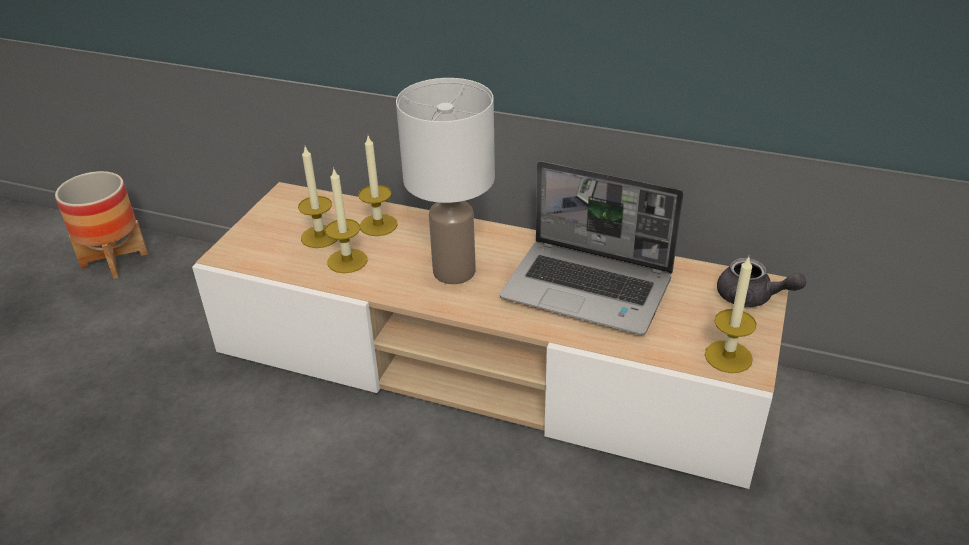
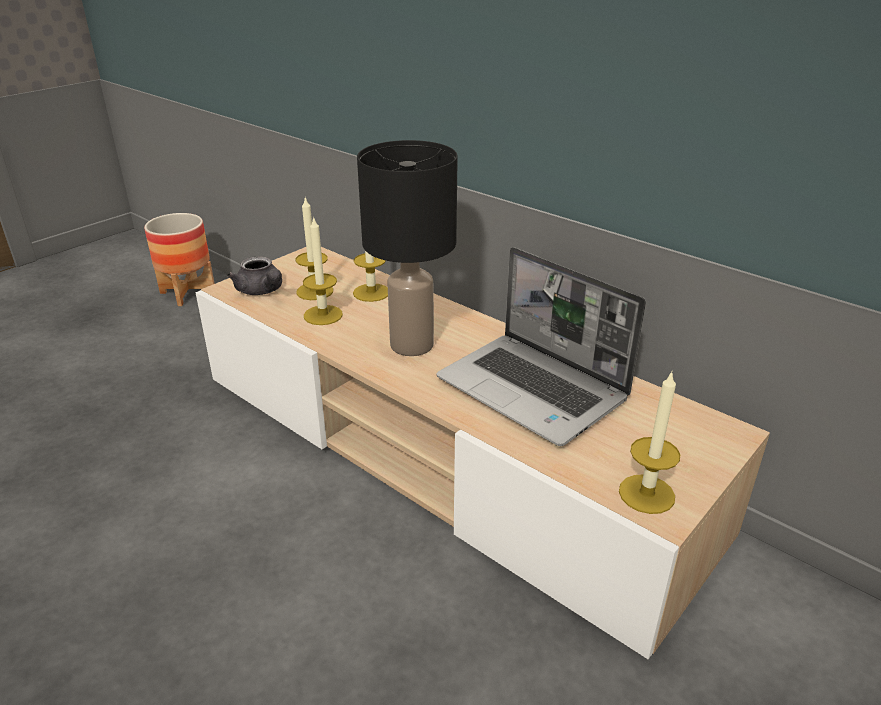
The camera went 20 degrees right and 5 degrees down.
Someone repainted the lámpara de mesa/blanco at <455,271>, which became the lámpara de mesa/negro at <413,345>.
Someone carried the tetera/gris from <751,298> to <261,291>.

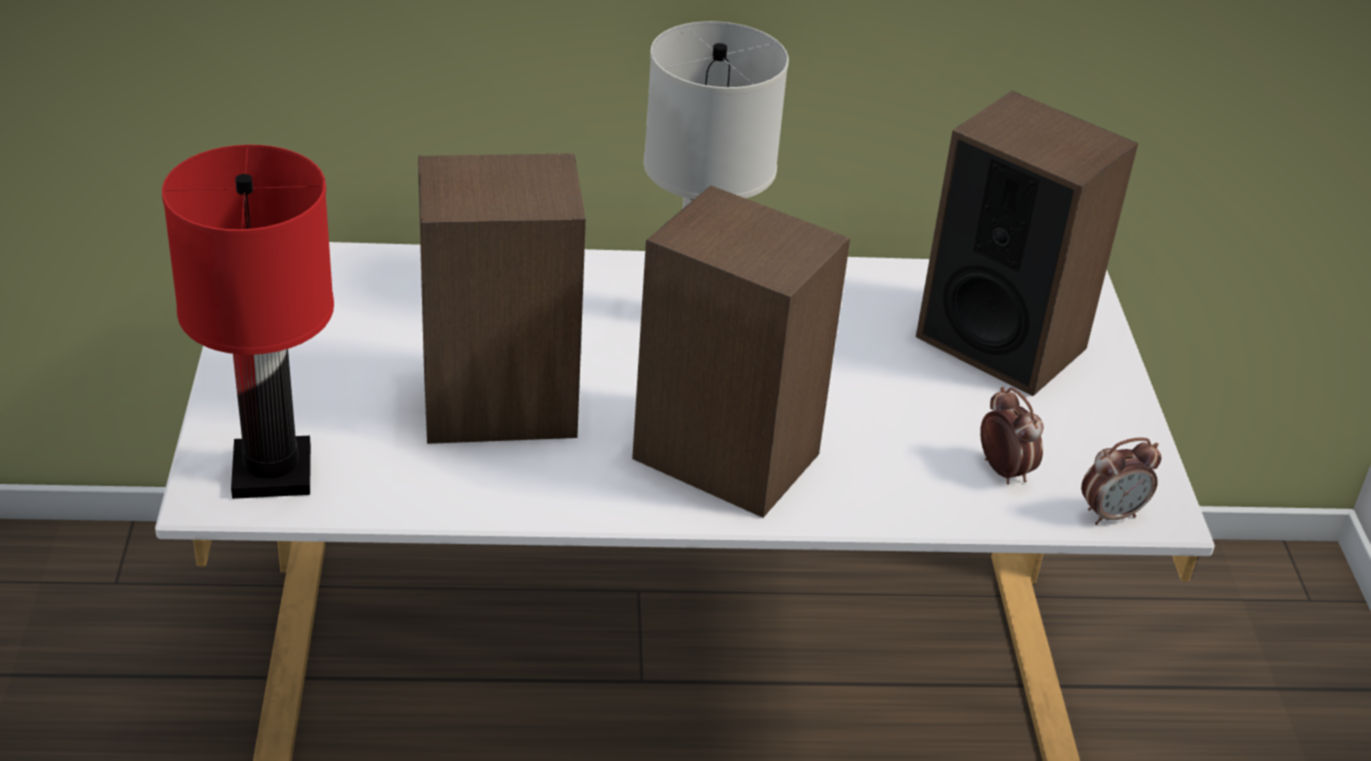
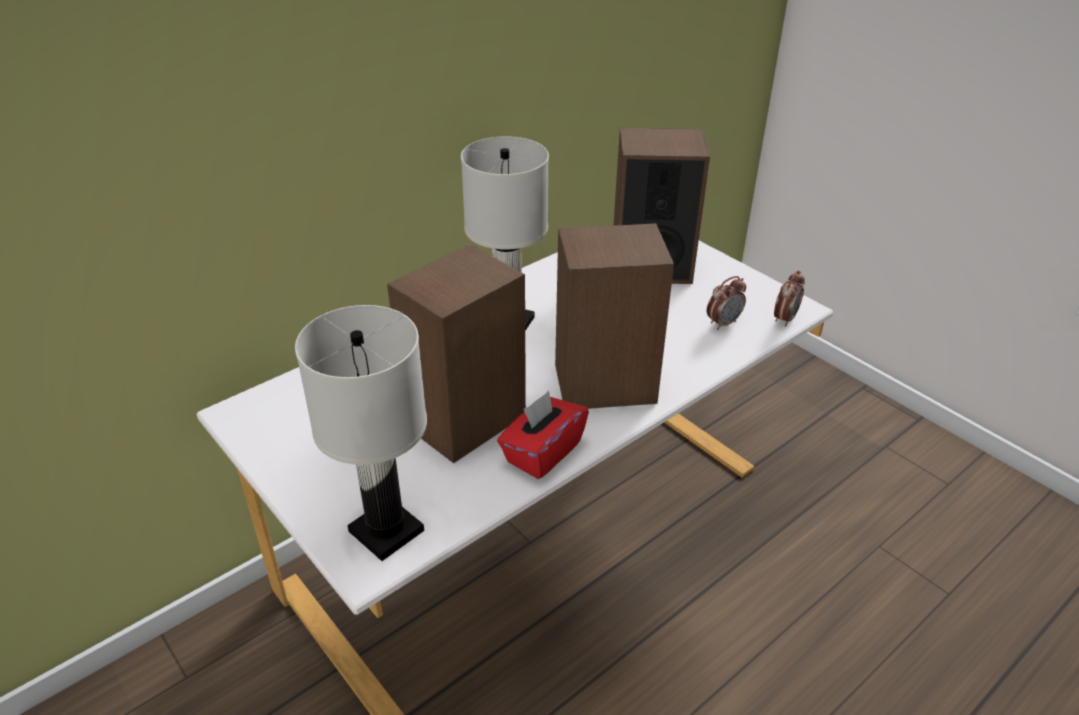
The camera went 35 degrees left and 0 degrees up.
Someone repainted the lámpara de mesa/rojo at <273,472>, which became the lámpara de mesa/blanco at <387,531>.
Someone rotated the despertador at <1004,470> by 120 degrees clockwise.
Someone put down the caja de pañuelos/rojo at <542,452>.

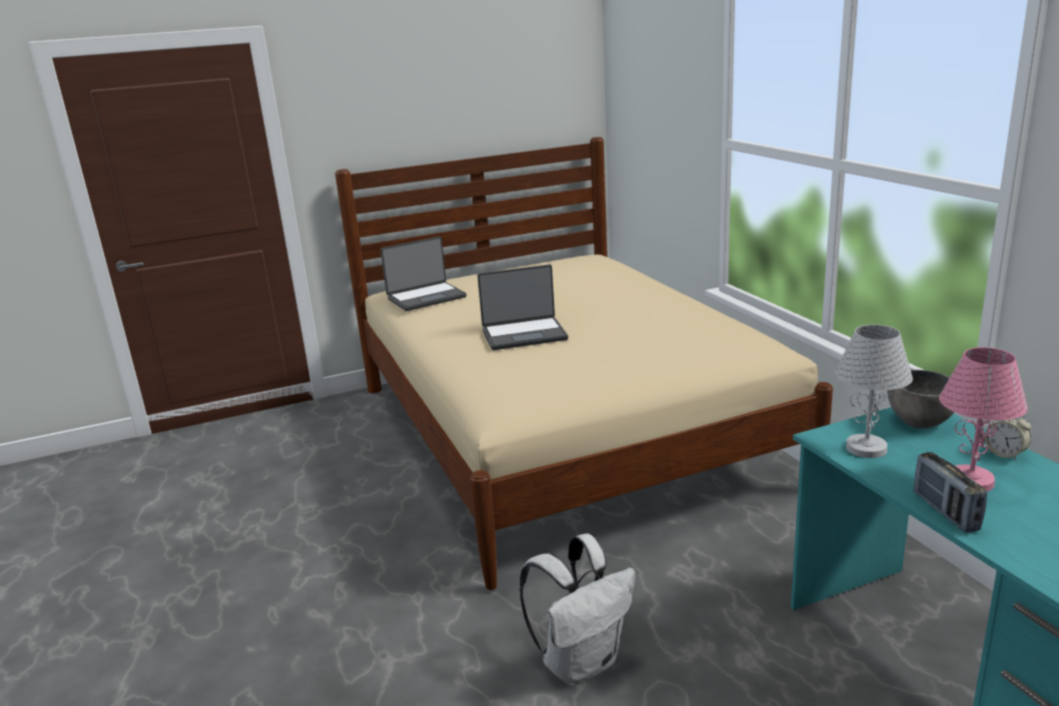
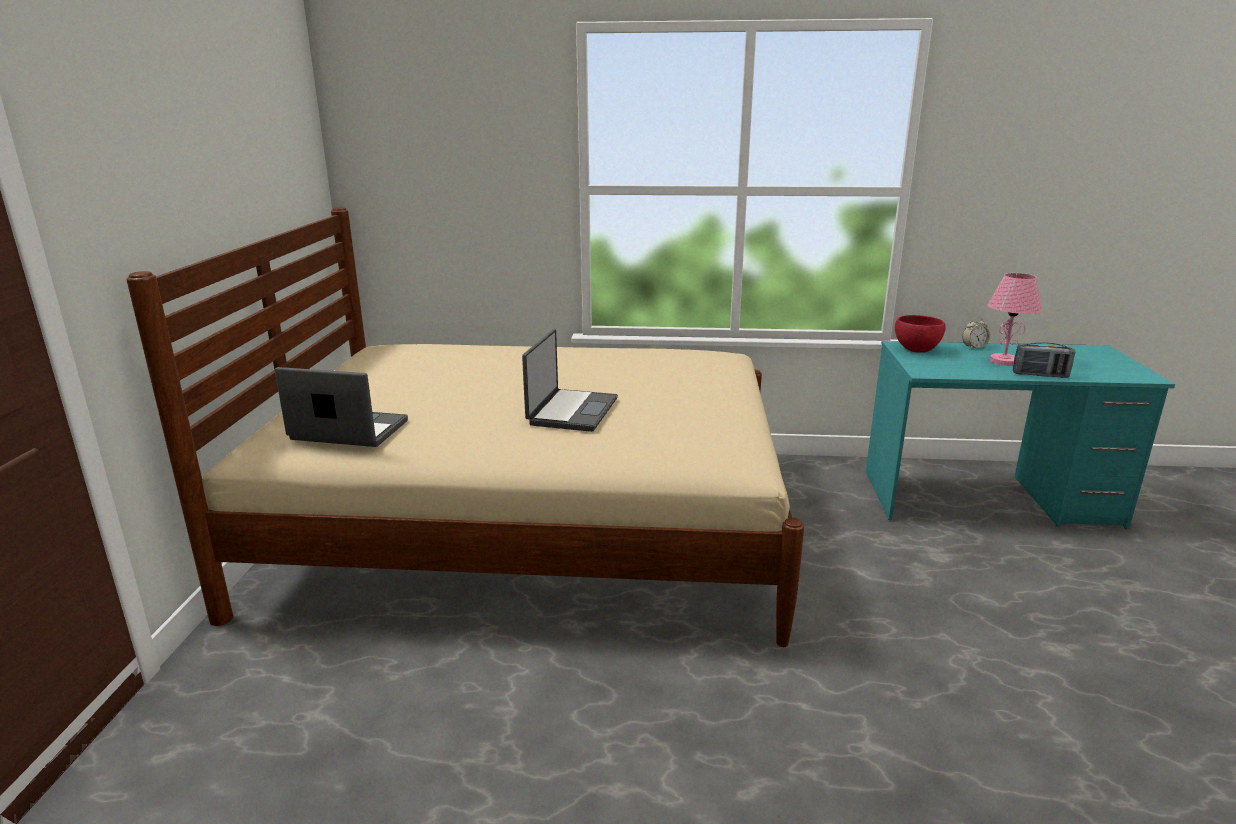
The camera went 65 degrees left and 0 degrees up.
Someone rotated the portátil at <426,297> by 75 degrees counterclockwise.
Someone took away the lámpara de mesa/blanco at <865,448>.
Someone repainted the cuenco/gris at <919,422>, which became the cuenco/rojo at <917,349>.
Someone took away the mochila/blanco at <581,662>.

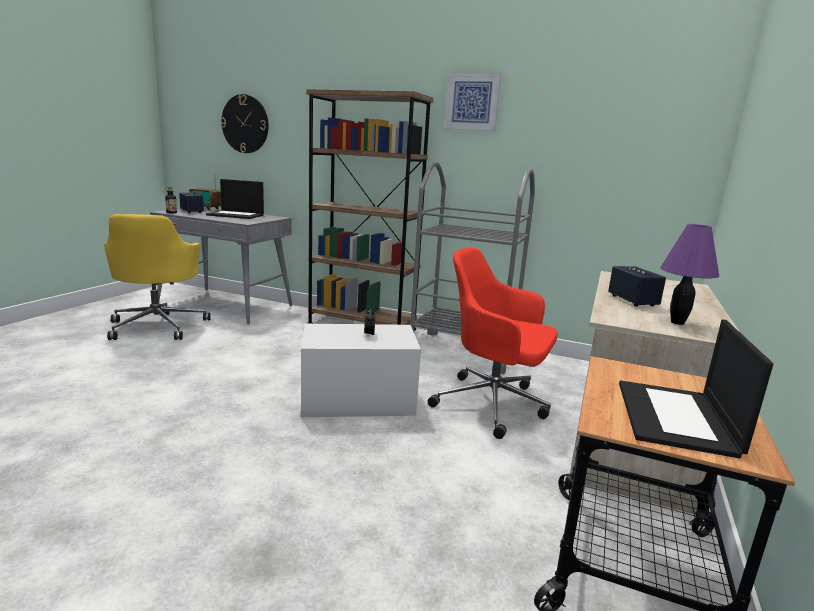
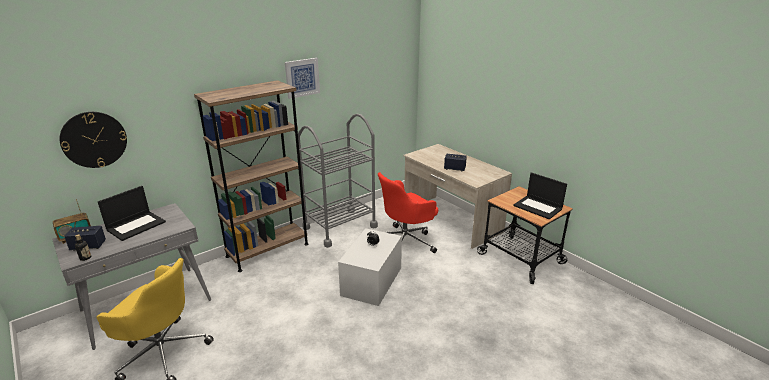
The camera went 60 degrees left and 10 degrees up.
Someone took away the lámpara de mesa/morado at <676,322>.

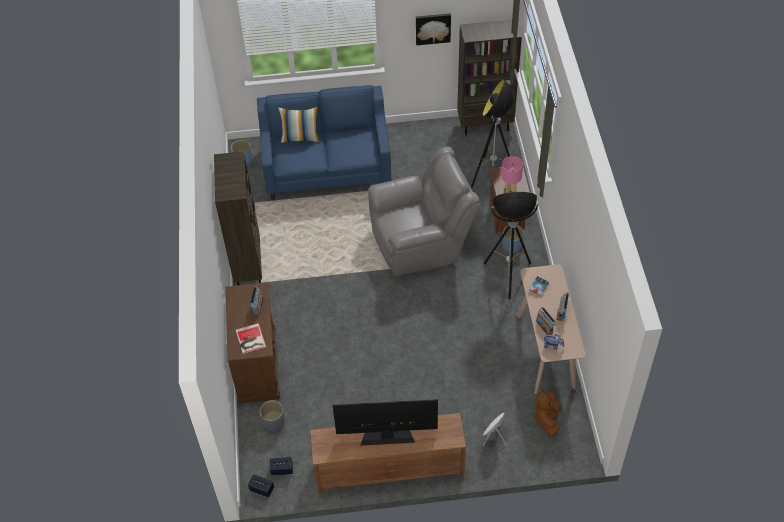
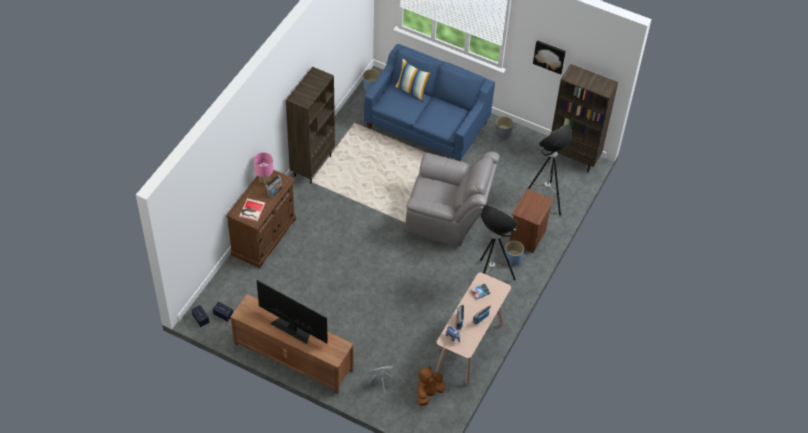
The camera went 30 degrees right and 0 degrees up.
Someone carried the lámpara de mesa/rosa from <510,189> to <265,181>.
Someone carried the maceta/gris from <274,422> to <503,134>.

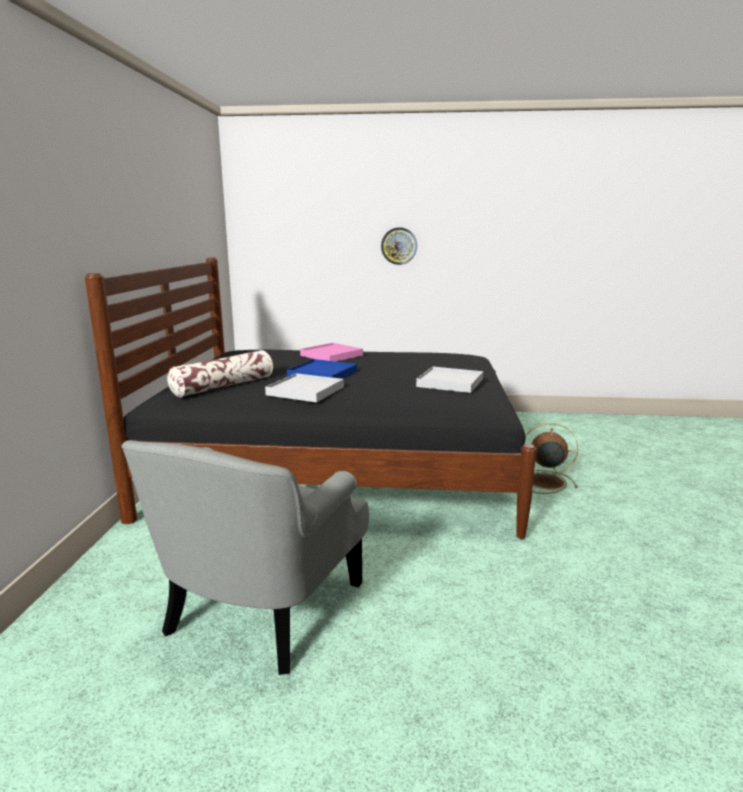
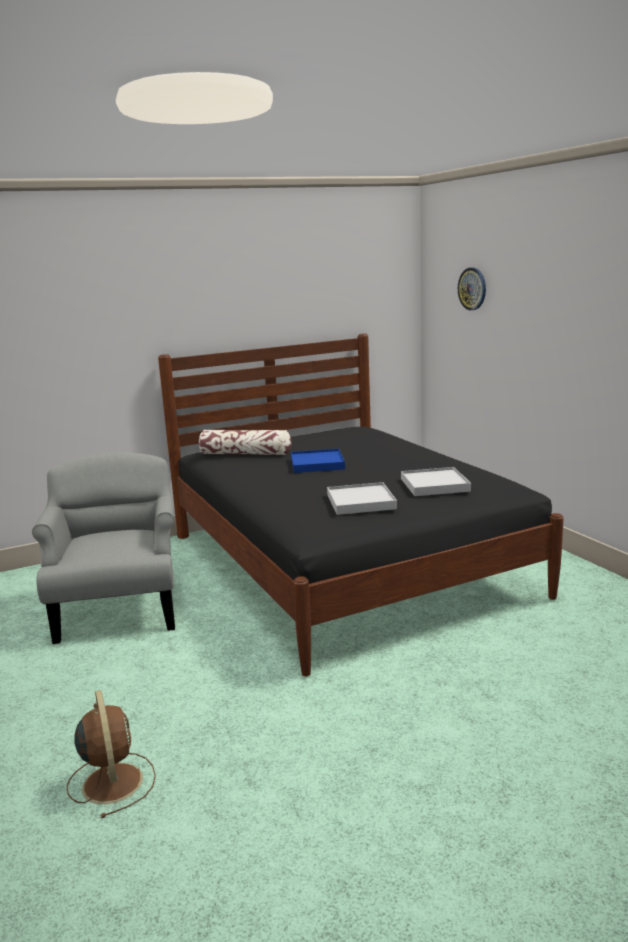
The camera went 60 degrees right and 0 degrees up.
Someone carried the reloj de pared from <399,246> to <472,288>.
Someone took away the bandeja/rosa at <331,355>.
Someone carried the bandeja/blanco from <305,391> to <435,485>.
Someone carried the ventilador/marrón from <544,481> to <112,781>.
Someone rotated the sillón/gris at <261,608> by 90 degrees clockwise.

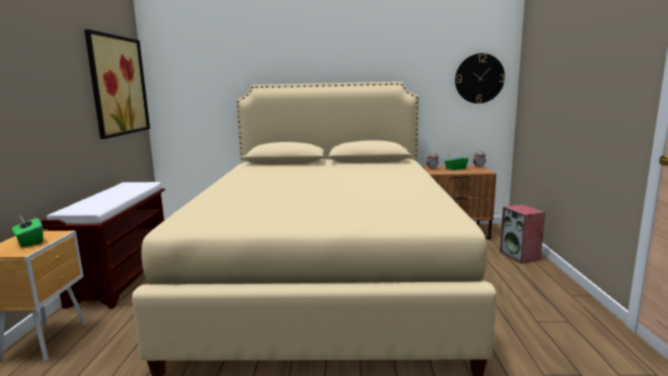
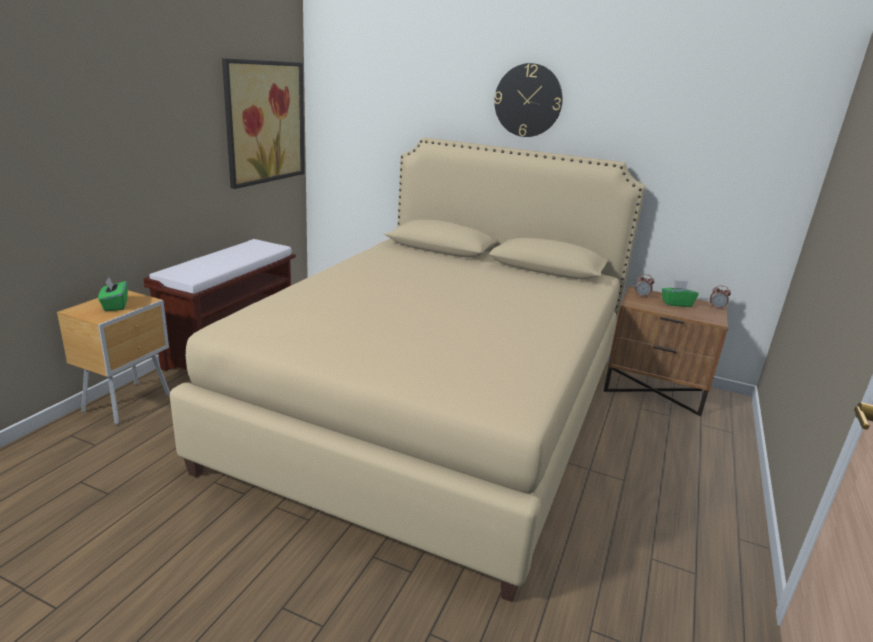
The camera went 20 degrees right and 10 degrees up.
Someone carried the reloj de pared from <479,78> to <528,100>.
Someone took away the altavoz at <520,256>.

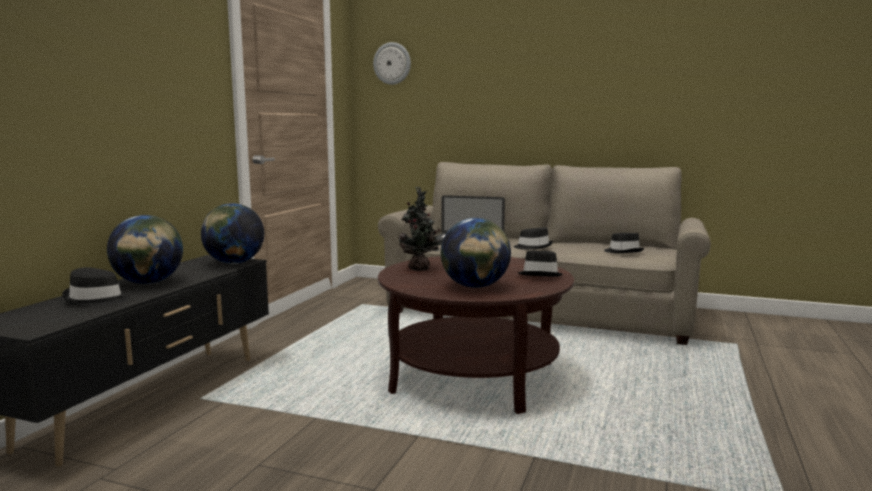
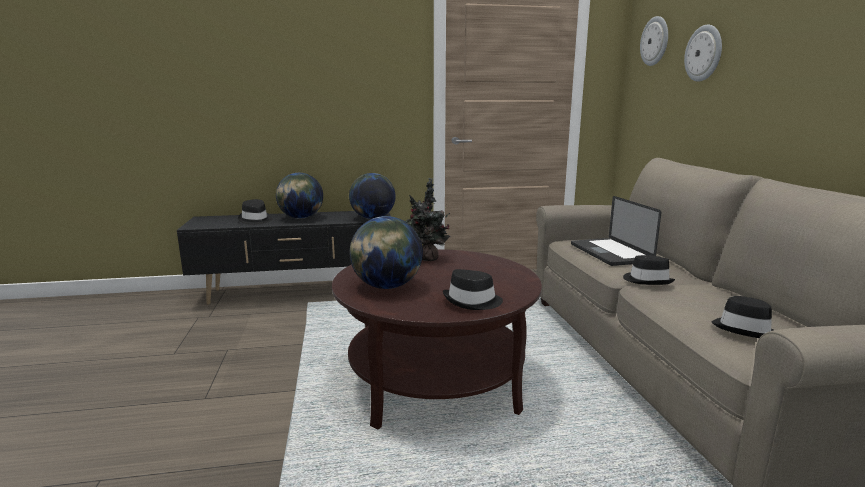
The camera went 60 degrees right and 5 degrees up.
Someone put up the reloj de pared at <704,53>.

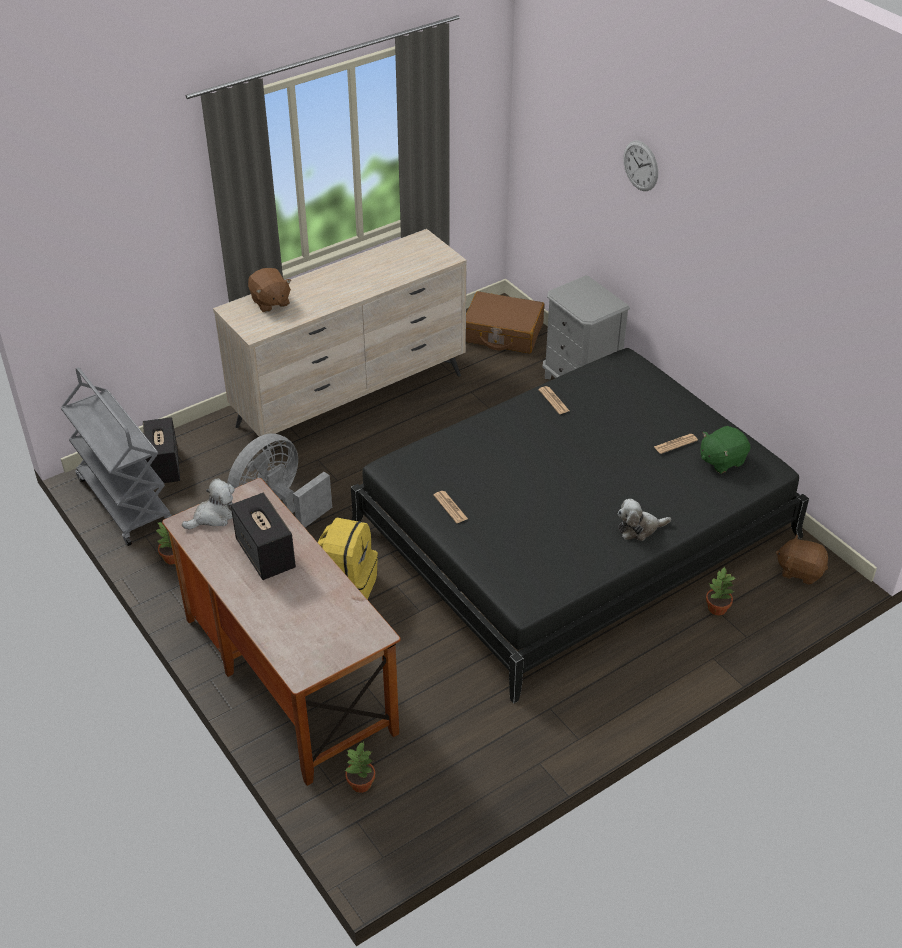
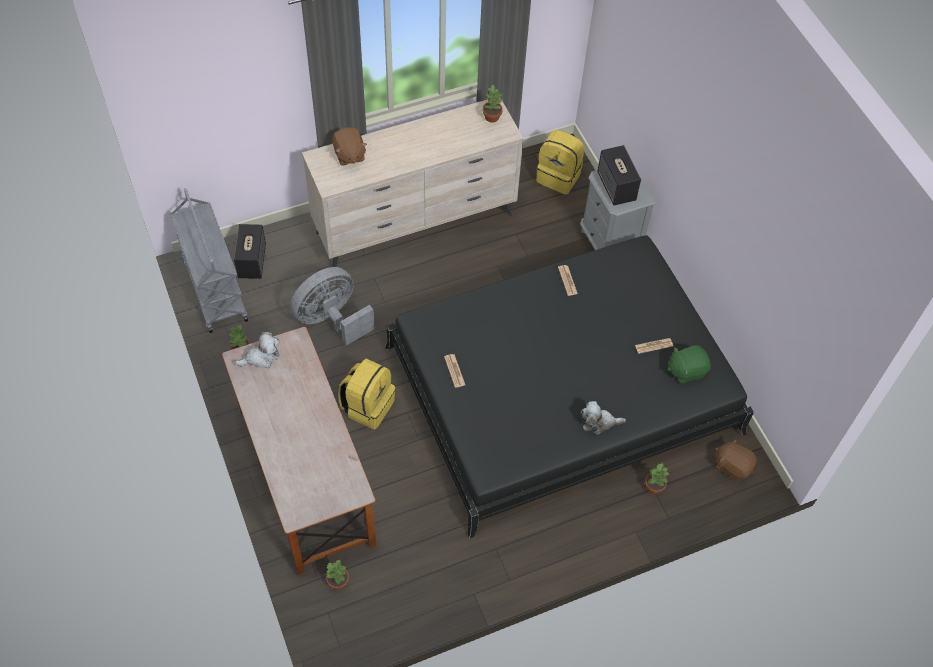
The camera went 10 degrees right and 15 degrees up.
Someone took away the reloj de pared at <640,165>.
Someone swapped the maleta/marrón at <502,333> for the mochila/amarillo at <559,177>.
Someone carried the altavoz from <266,555> to <616,187>.
Someone put down the planta en maceta at <491,117>.

